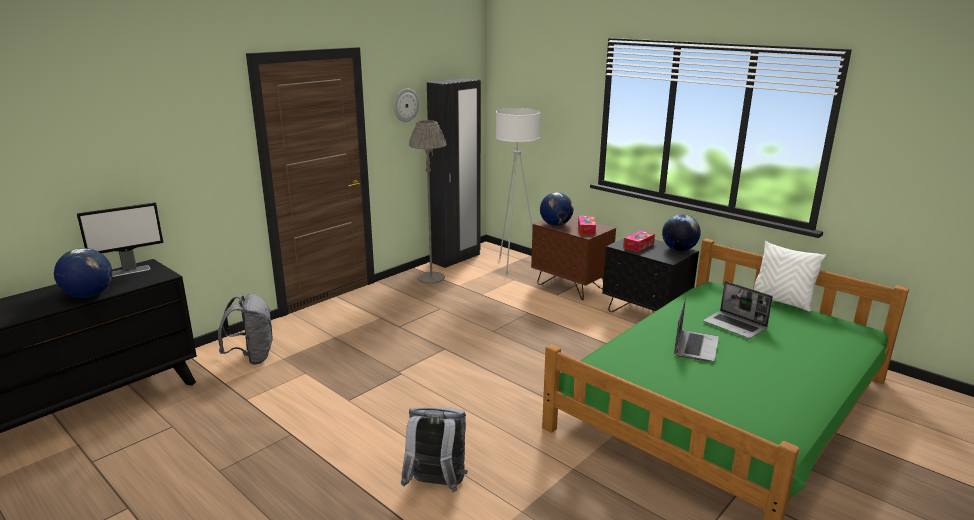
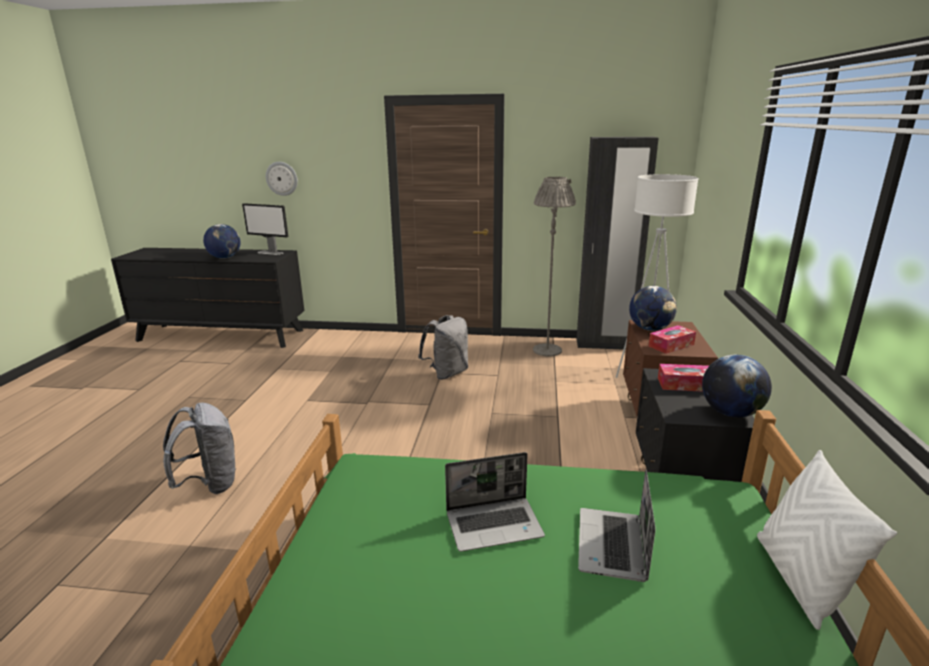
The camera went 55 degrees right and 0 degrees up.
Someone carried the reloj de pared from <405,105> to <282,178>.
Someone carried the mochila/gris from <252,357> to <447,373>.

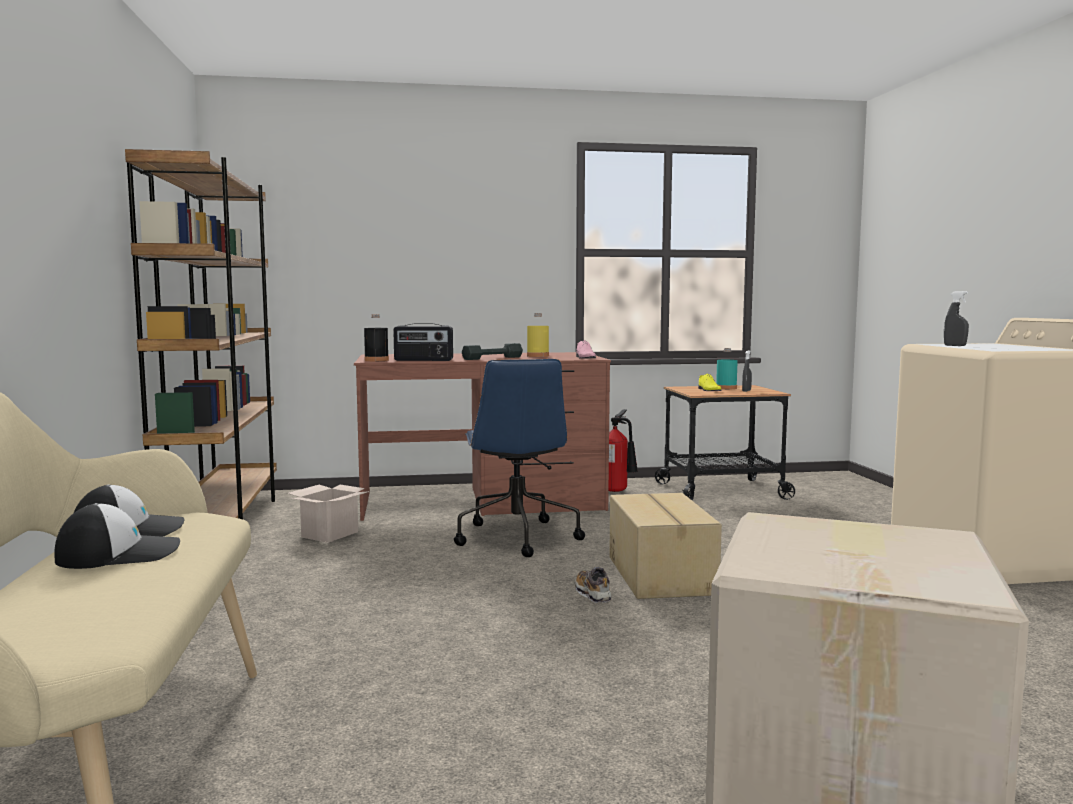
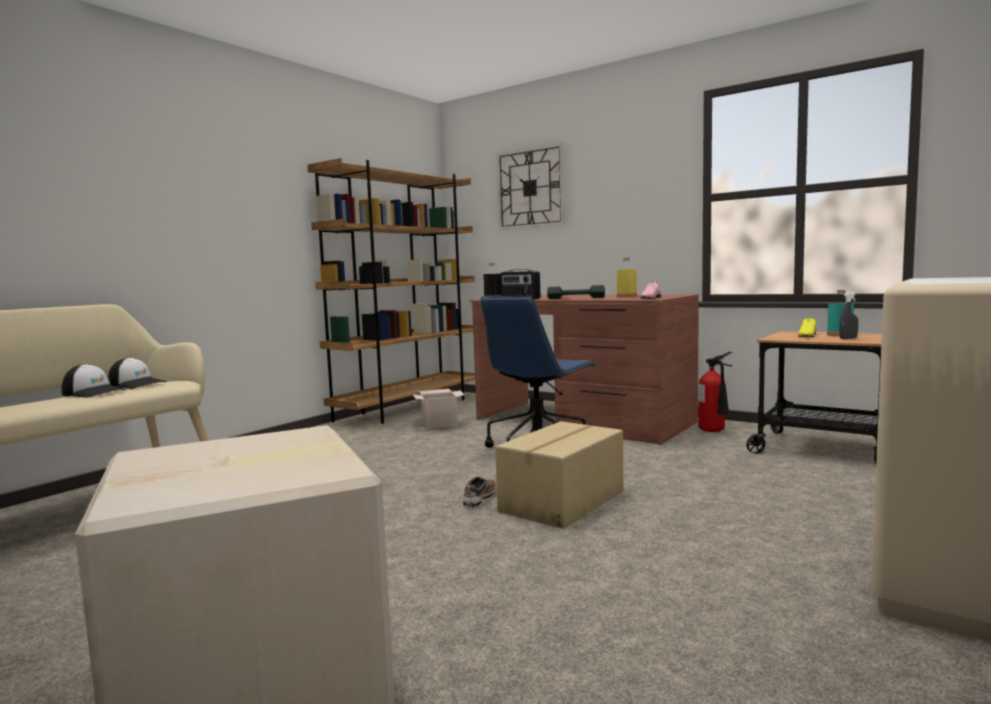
The camera went 45 degrees right and 0 degrees up.
Someone took away the pulverizador/gris at <955,345>.
Someone put up the reloj de pared at <530,188>.

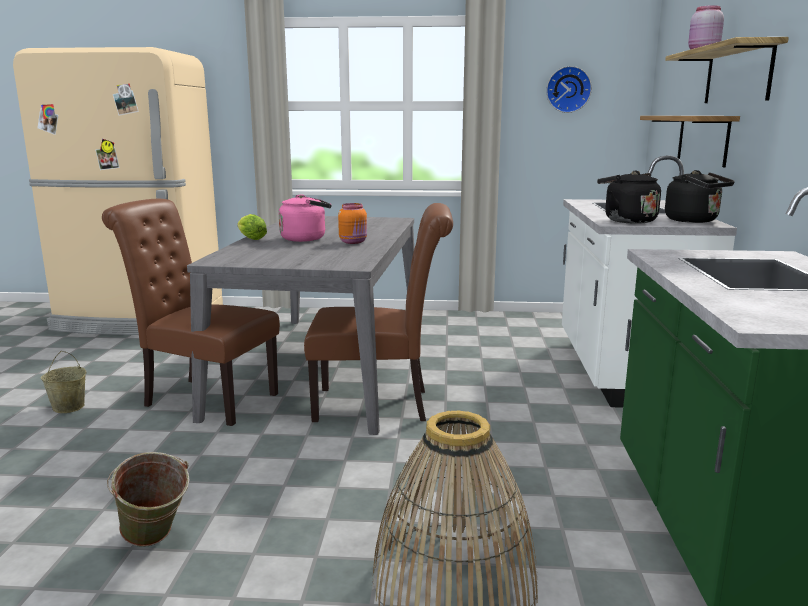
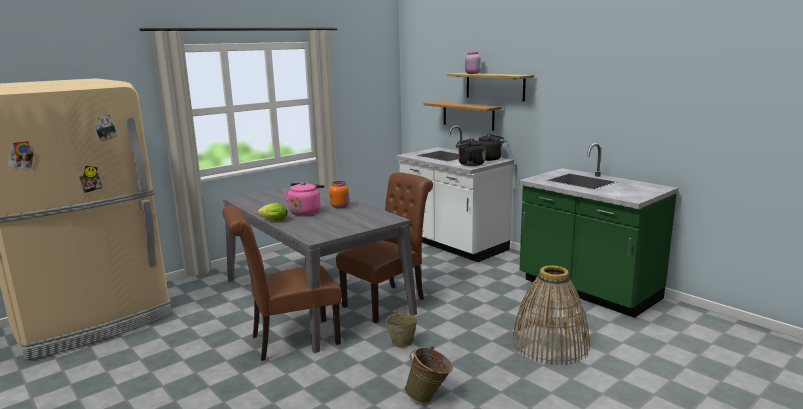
The camera went 45 degrees left and 0 degrees up.
Someone took away the reloj de pared at <568,89>.
Someone carried the cubo/beis from <69,407> to <402,342>.

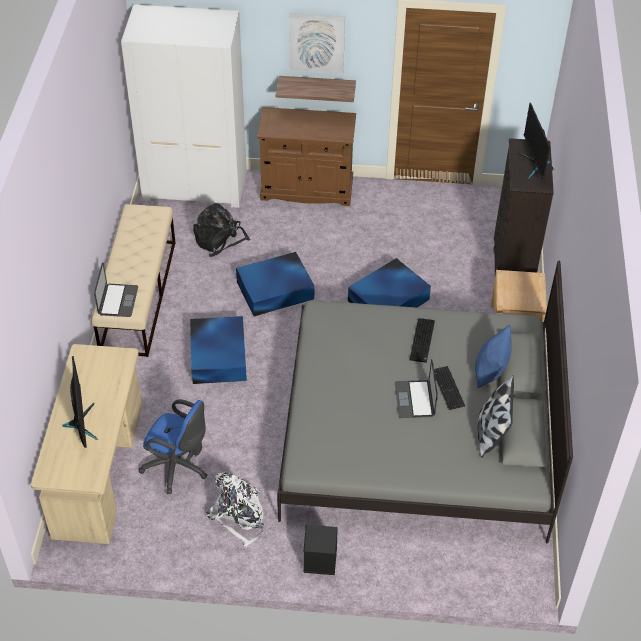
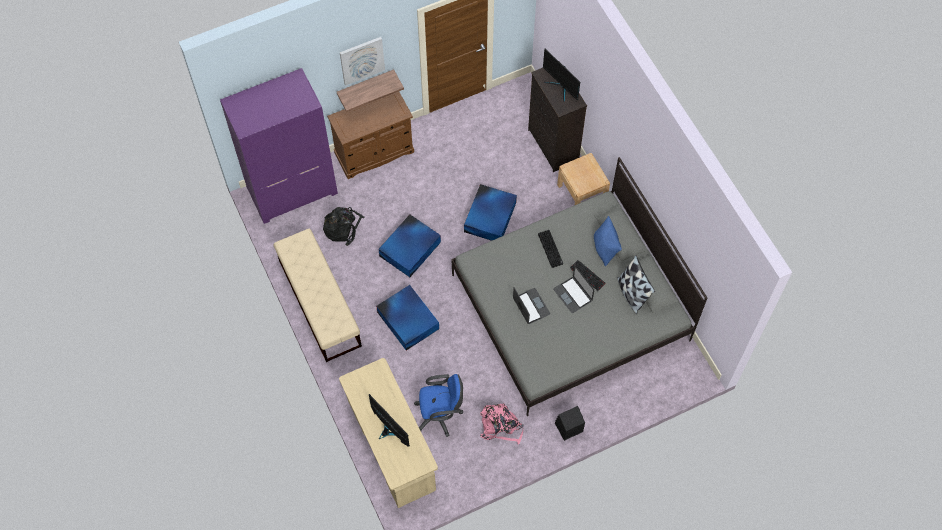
The camera went 30 degrees left and 15 degrees up.
Someone repainted the armario ropero/blanco at <196,185>, which became the armario ropero/morado at <292,189>.
Someone carried the portátil from <118,300> to <531,306>.
Someone repainted the mochila/blanco at <238,516>, which became the mochila/rosa at <500,426>.

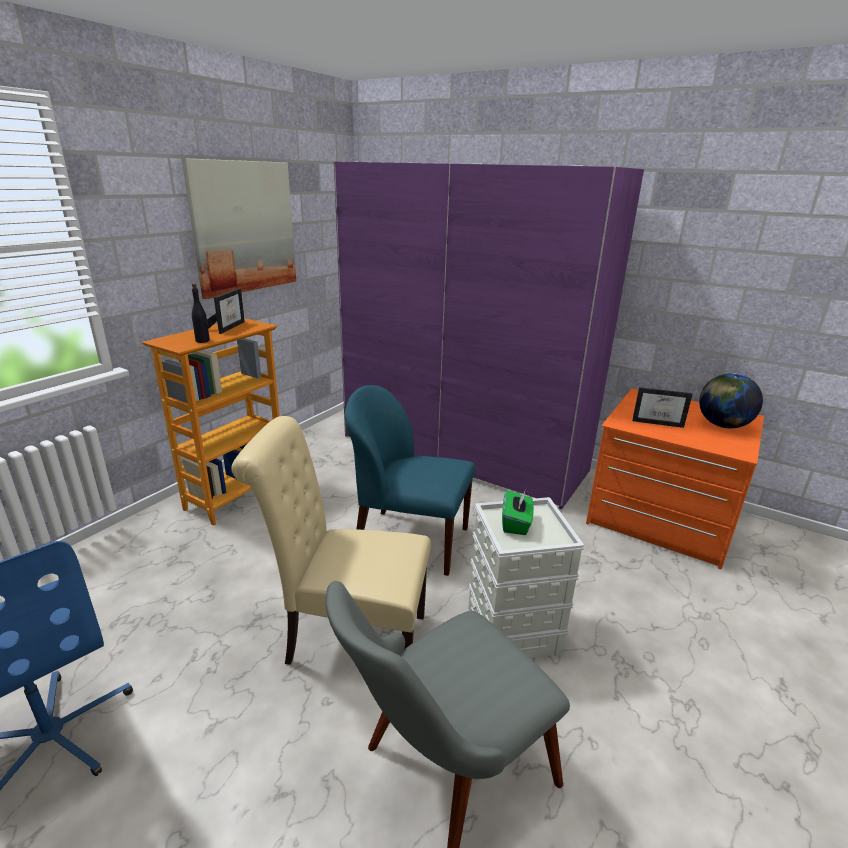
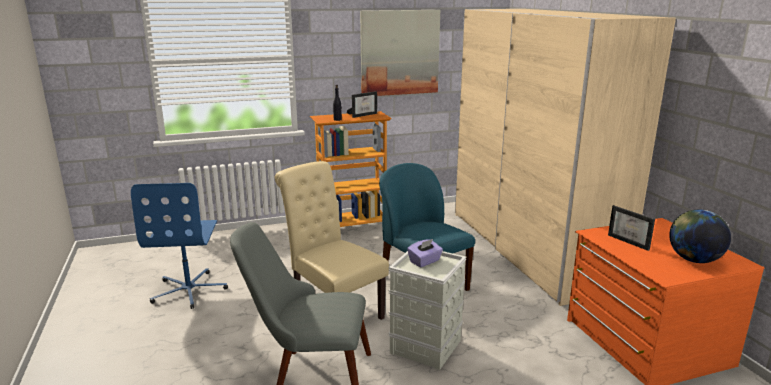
The camera went 40 degrees right and 5 degrees down.
Someone repainted the armario ropero/morado at <461,453>, which became the armario ropero/beis at <529,248>.
Someone repainted the caja de pañuelos/verde at <516,524>, which became the caja de pañuelos/morado at <425,261>.

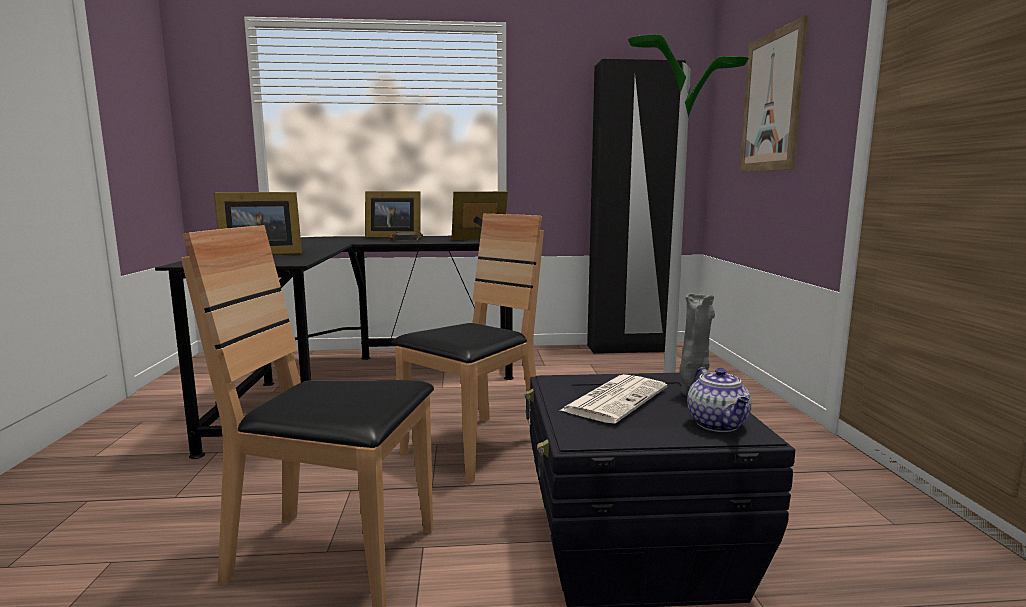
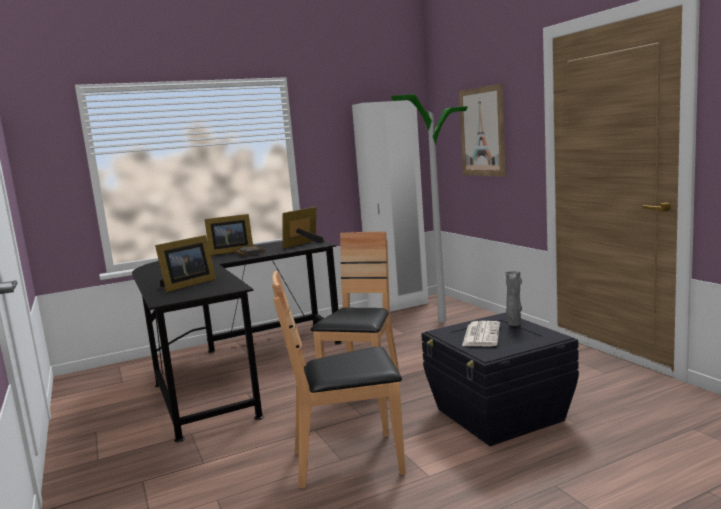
The camera went 20 degrees left and 0 degrees up.
Someone repainted the armario ropero/negro at <627,349>, which became the armario ropero/blanco at <398,306>.
Someone took away the tetera at <718,425>.

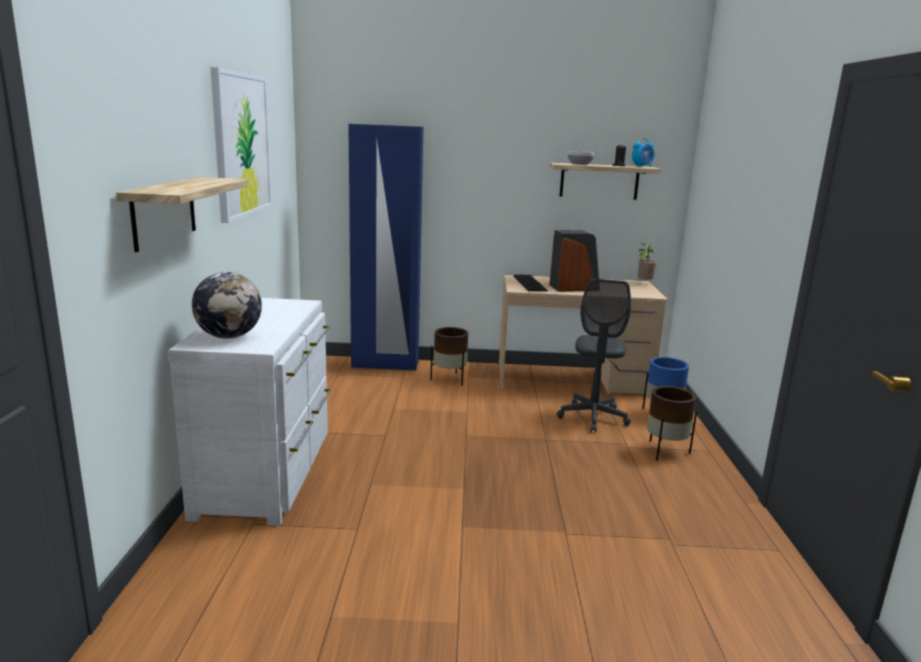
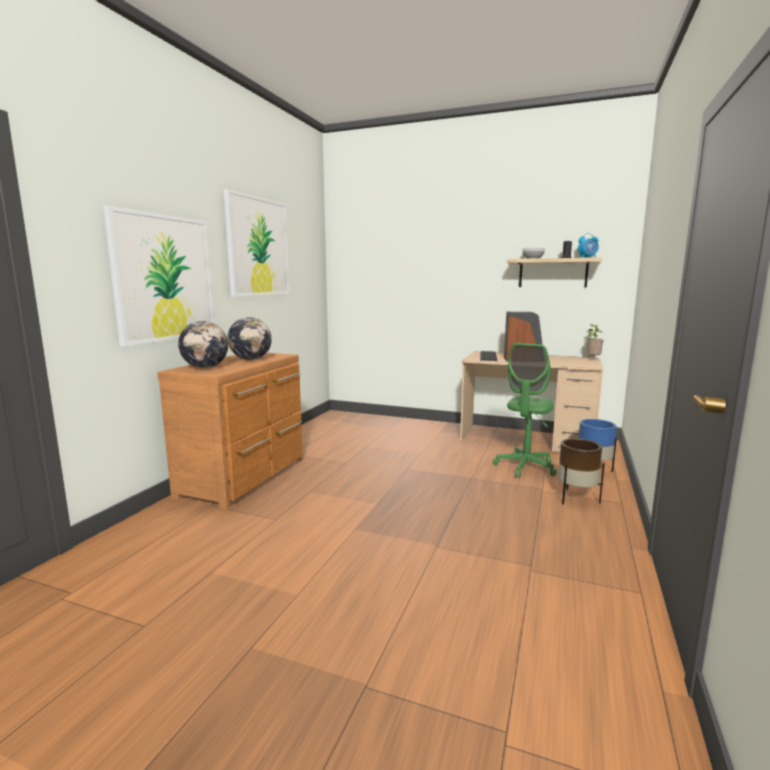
The camera went 20 degrees right and 5 degrees down.
Someone took away the armario ropero/azul at <385,365>.
Someone swapped the estante at <164,212> for the cuadro at <164,278>.
Someone repainted the silla de oficina/gris at <593,417>, which became the silla de oficina/verde at <525,467>.
Someone repainted the cómoda/blanco at <268,473>, which became the cómoda/marrón at <246,477>.
Someone took away the maceta/marrón at <450,379>.
Someone put down the globo terráqueo at <251,359>.

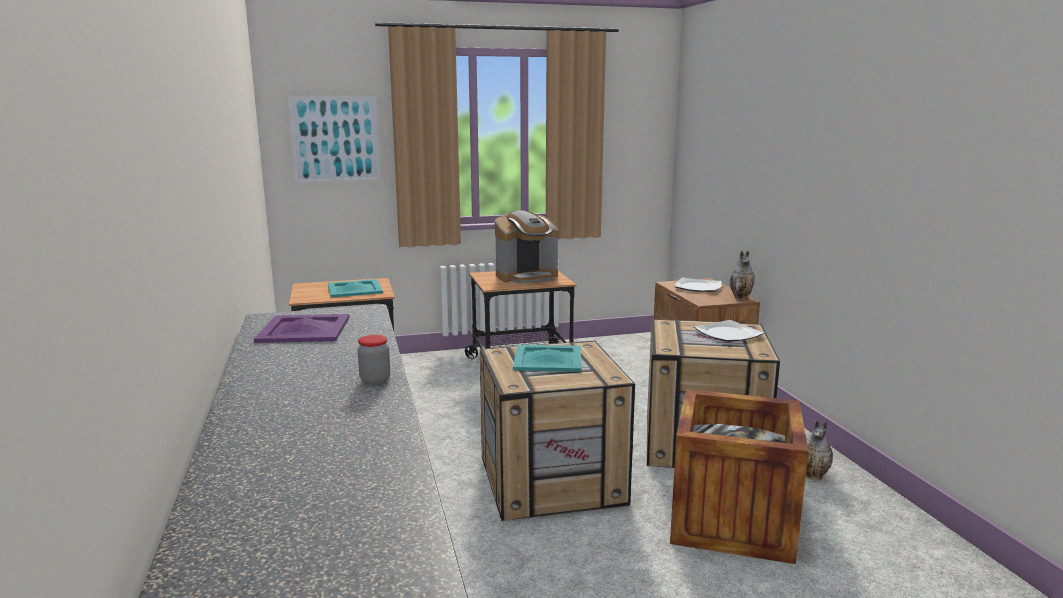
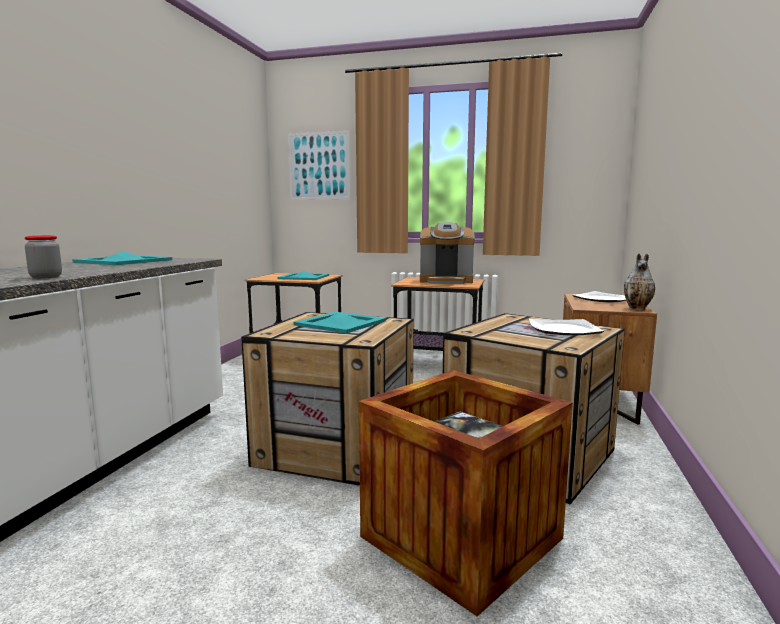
The camera went 30 degrees right and 5 degrees down.
Someone repainted the bandeja/morado at <303,329>, which became the bandeja/turquesa at <123,261>.
Someone took away the florero at <814,476>.

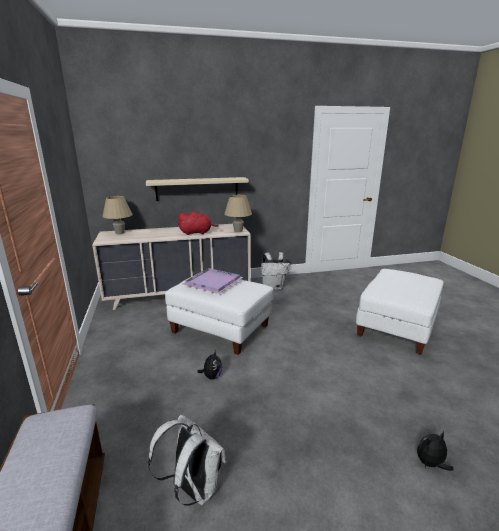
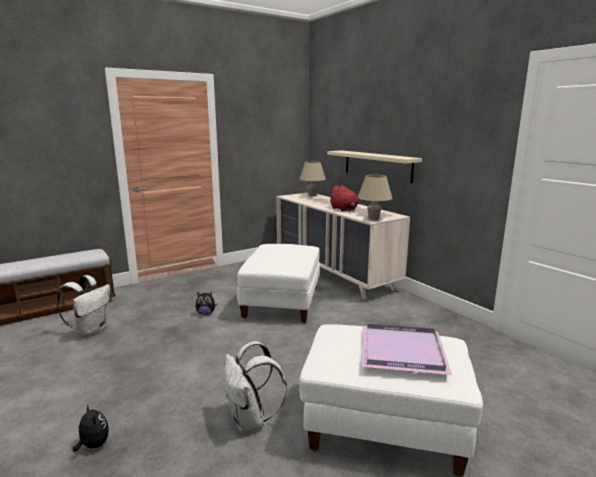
The camera went 70 degrees right and 5 degrees down.
Someone carried the mochila/blanco from <273,287> to <250,420>.
Someone carried the bandeja/morado from <213,283> to <400,352>.

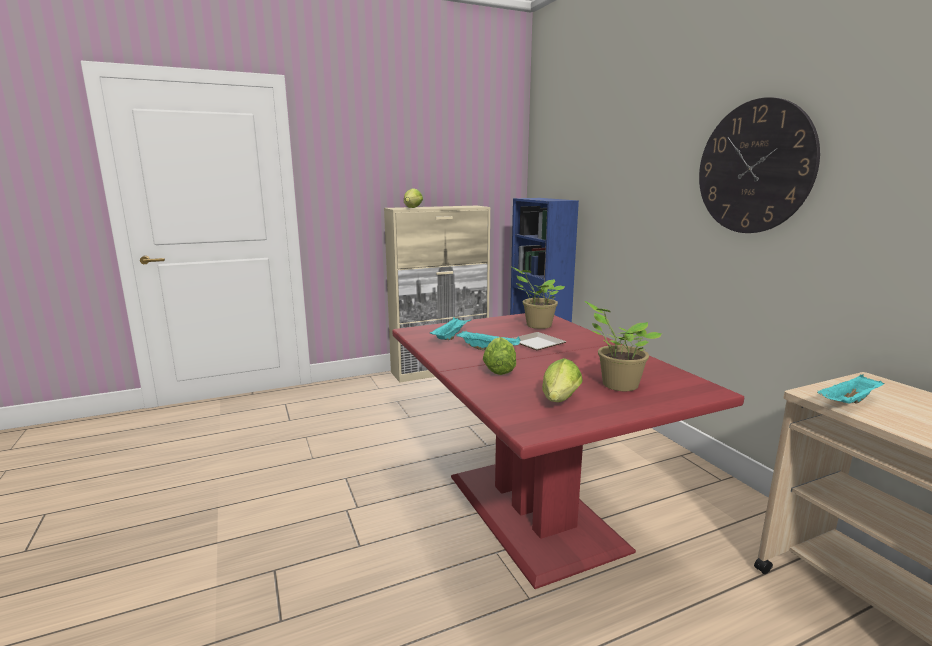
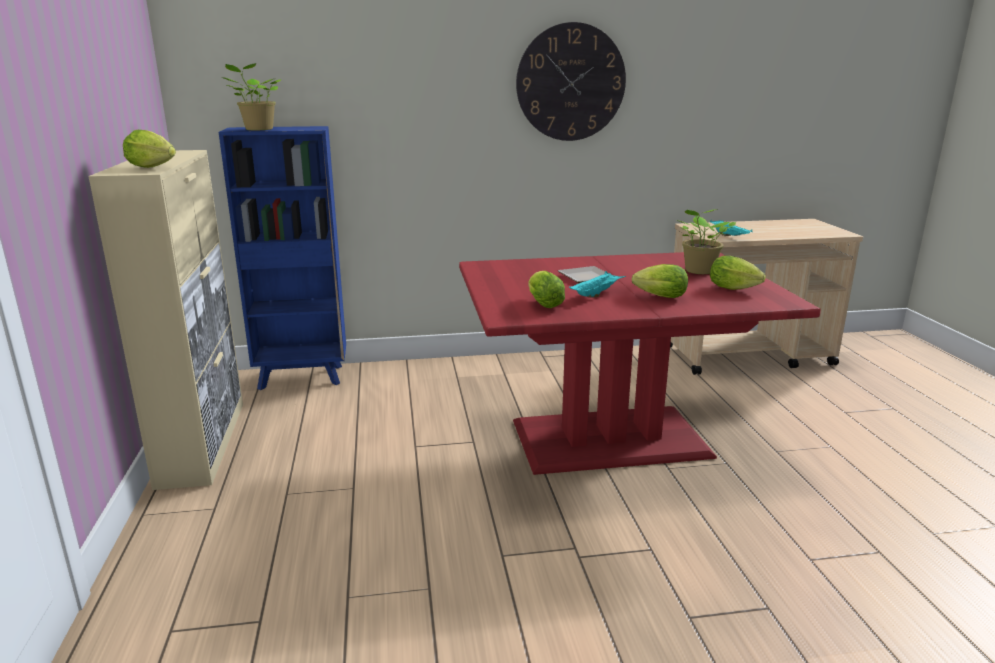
The camera went 75 degrees left and 5 degrees up.
Someone carried the planta en maceta from <536,325> to <257,129>.
Someone swapped the bandeja/turquesa at <450,336> for the lechuga at <543,303>.

